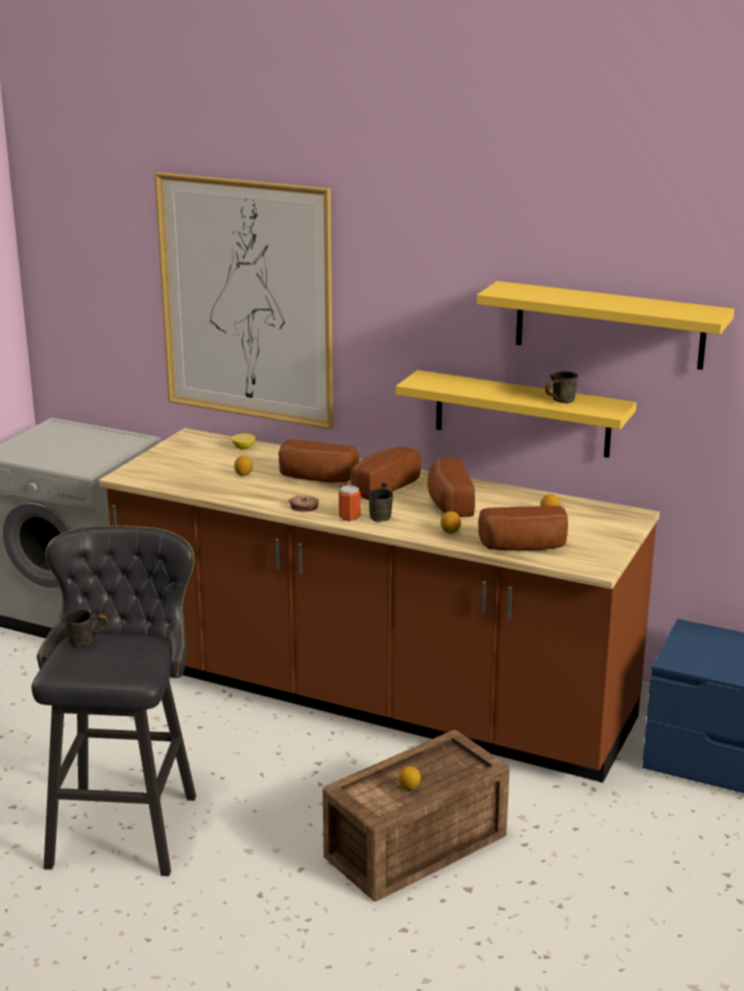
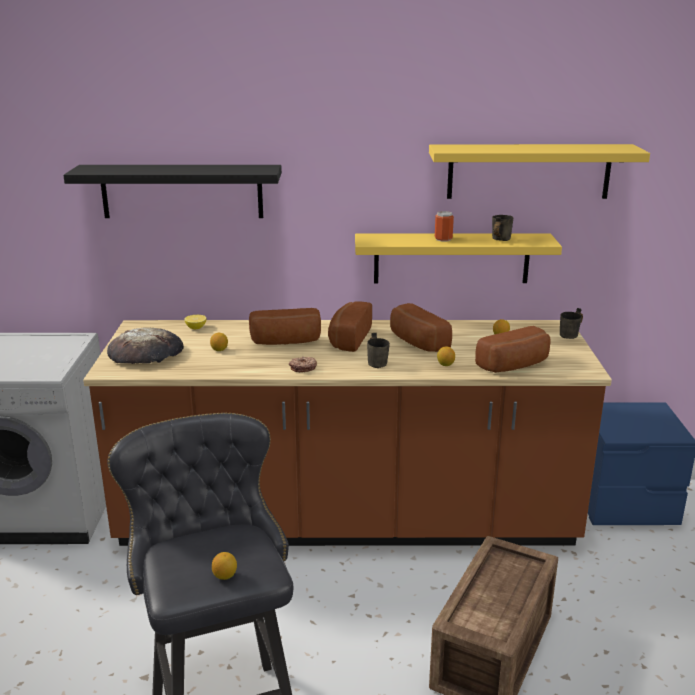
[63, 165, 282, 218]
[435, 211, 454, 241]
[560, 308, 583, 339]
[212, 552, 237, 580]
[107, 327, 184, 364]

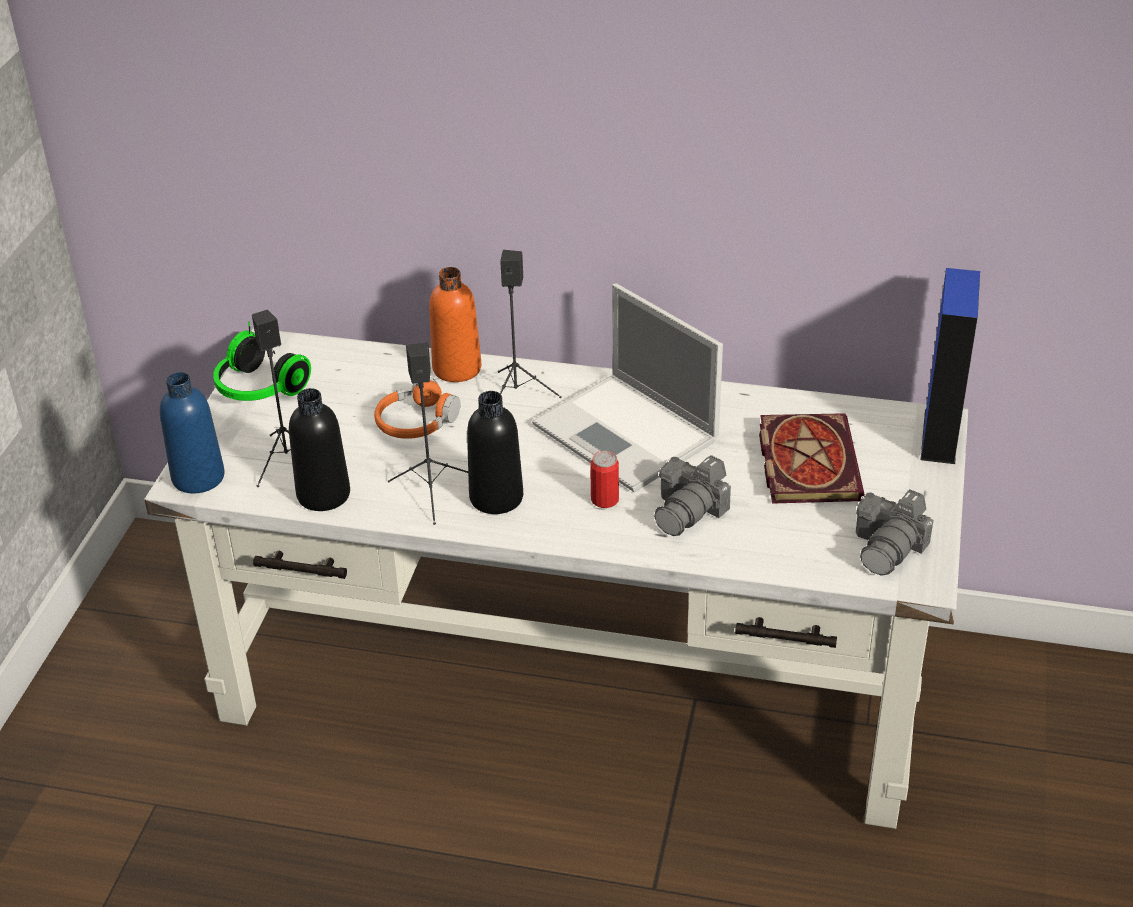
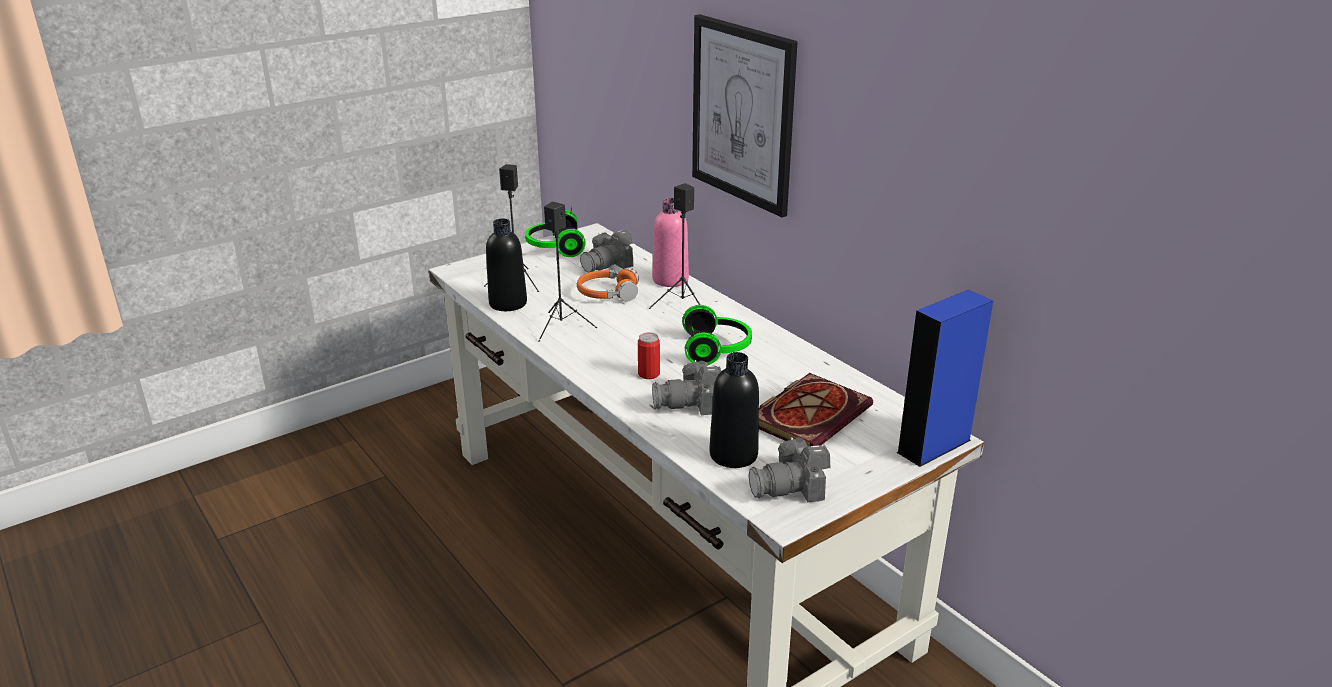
[652, 198, 689, 287]
[682, 305, 752, 365]
[160, 372, 225, 493] (first image)
[709, 352, 759, 468]
[692, 14, 797, 217]
[580, 230, 633, 272]

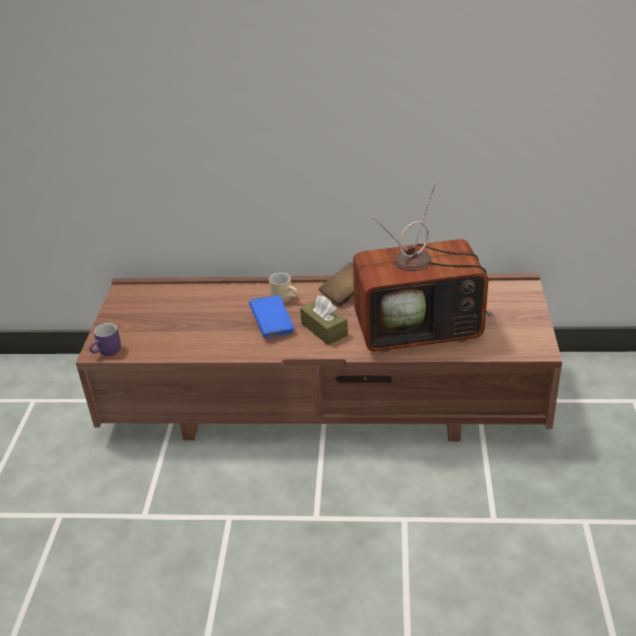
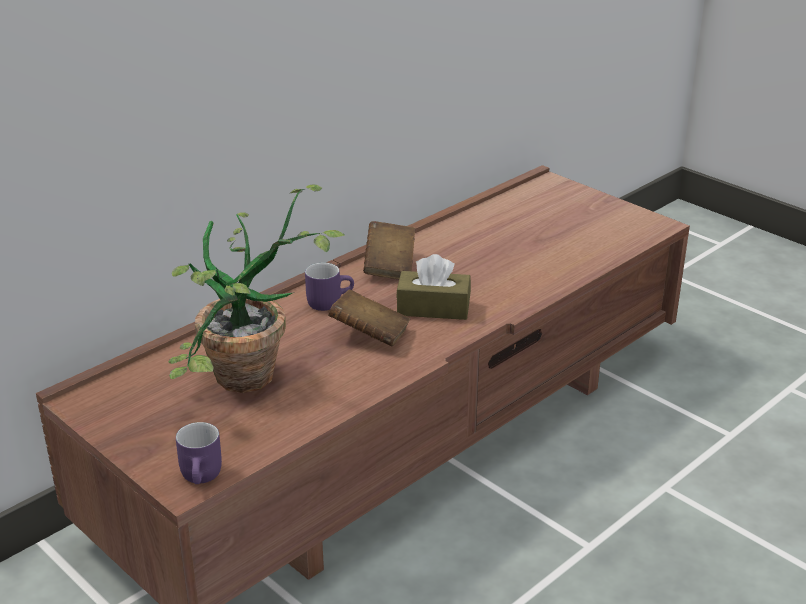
[353, 182, 494, 353] (first image)
[305, 263, 354, 311]
[328, 289, 411, 347]
[169, 184, 346, 393]

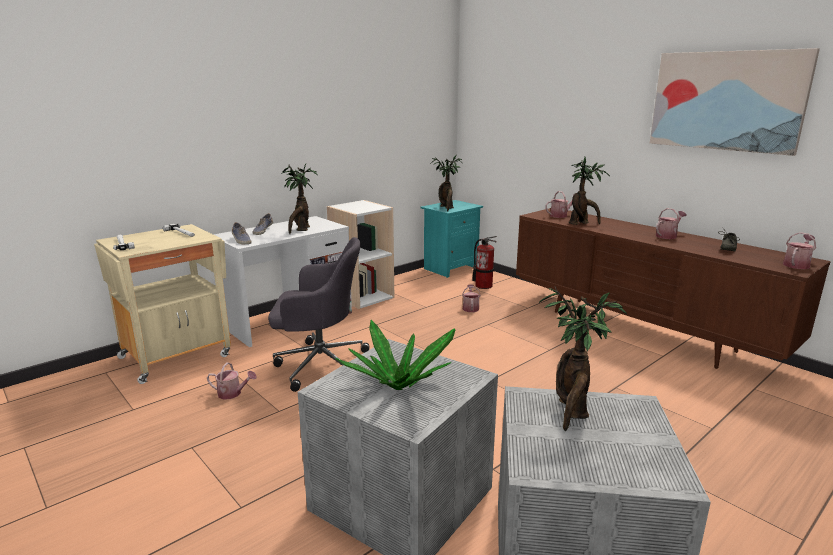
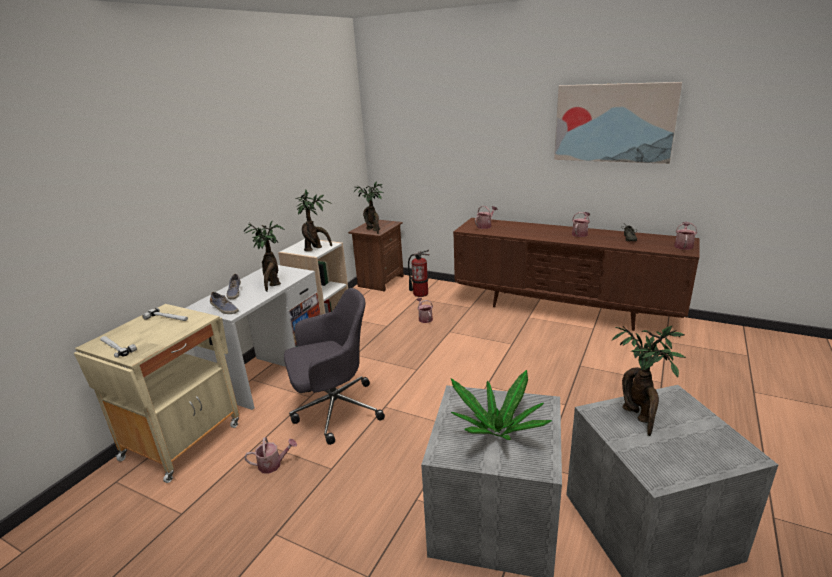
[296, 190, 332, 251]
[348, 220, 404, 292]

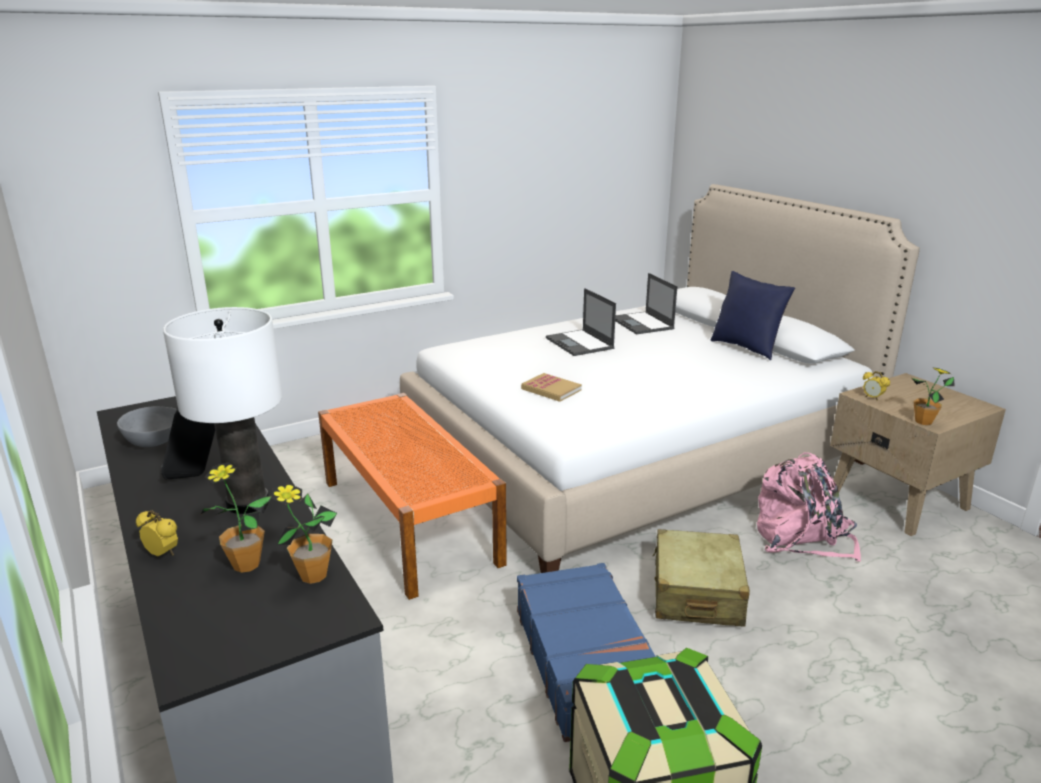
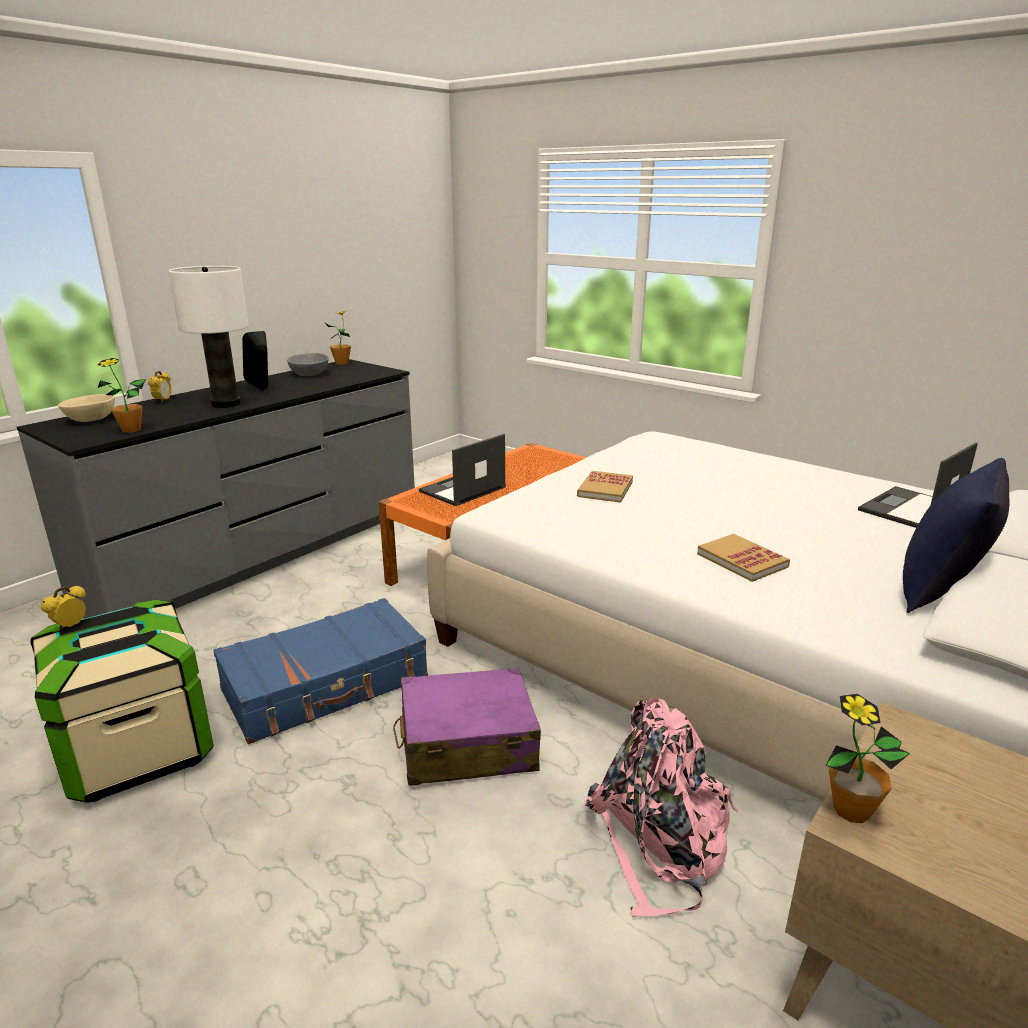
[418, 434, 506, 506]
[41, 585, 86, 630]
[324, 311, 351, 365]
[393, 668, 541, 786]
[58, 394, 115, 422]
[697, 534, 790, 582]

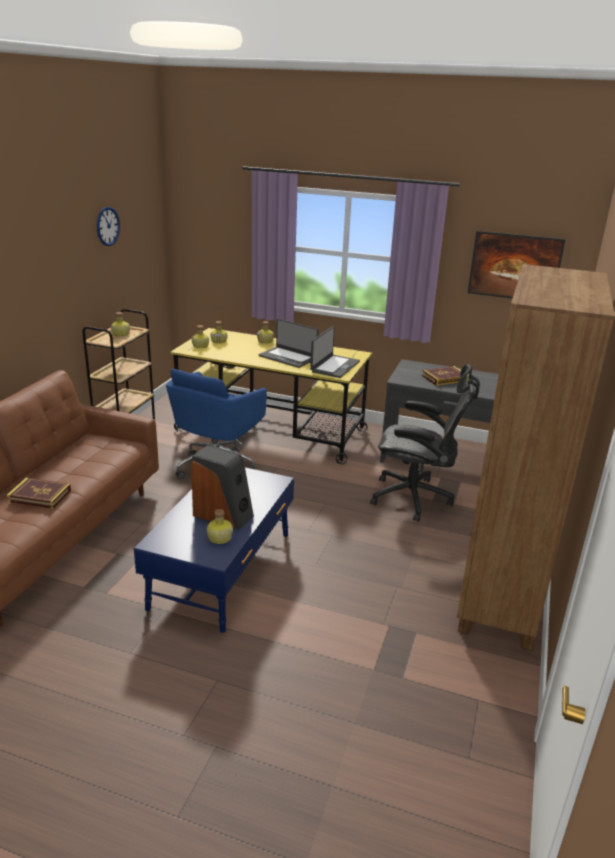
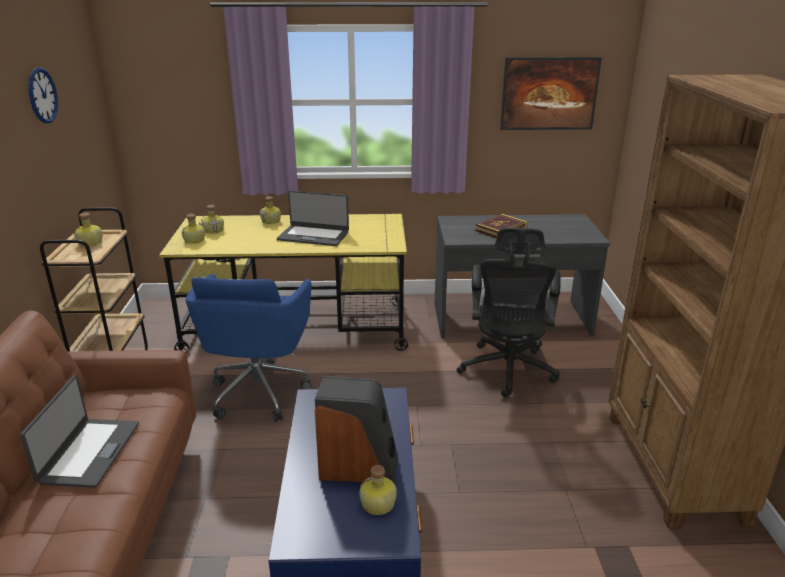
[20, 375, 139, 488]
[456, 227, 561, 397]
[6, 478, 71, 509] (first image)

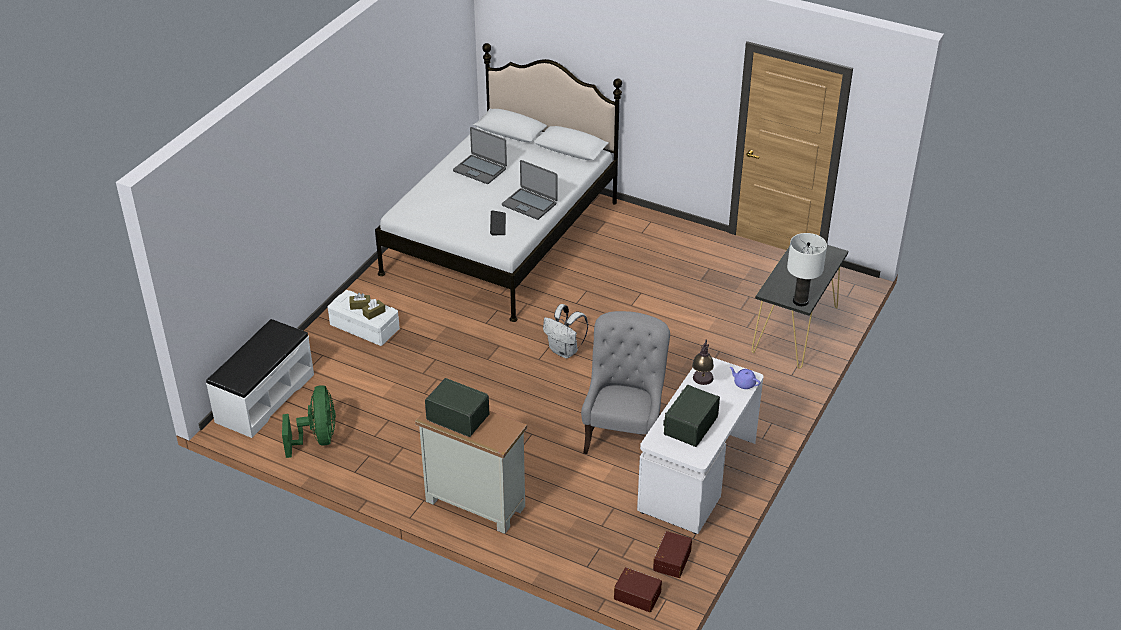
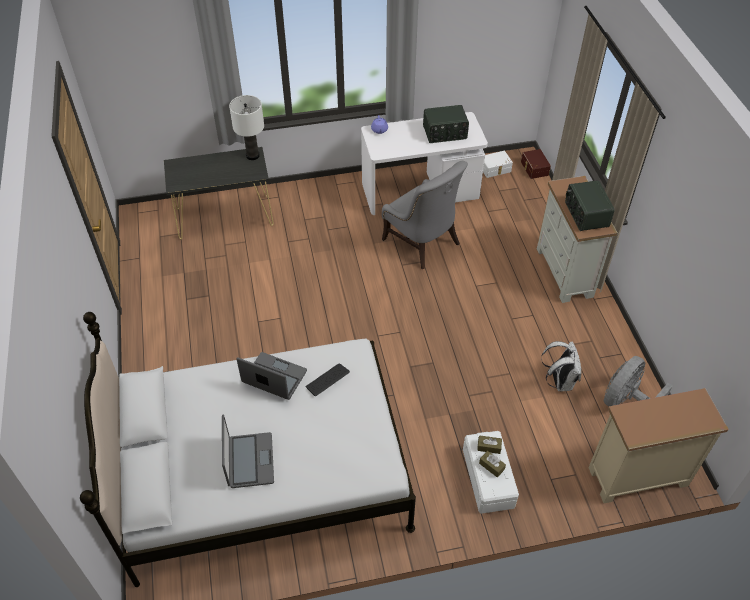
[237, 352, 307, 400]
[541, 341, 581, 391]
[382, 161, 468, 269]
[589, 388, 729, 503]
[692, 339, 714, 385] (first image)
[604, 356, 673, 407]
[483, 151, 513, 178]

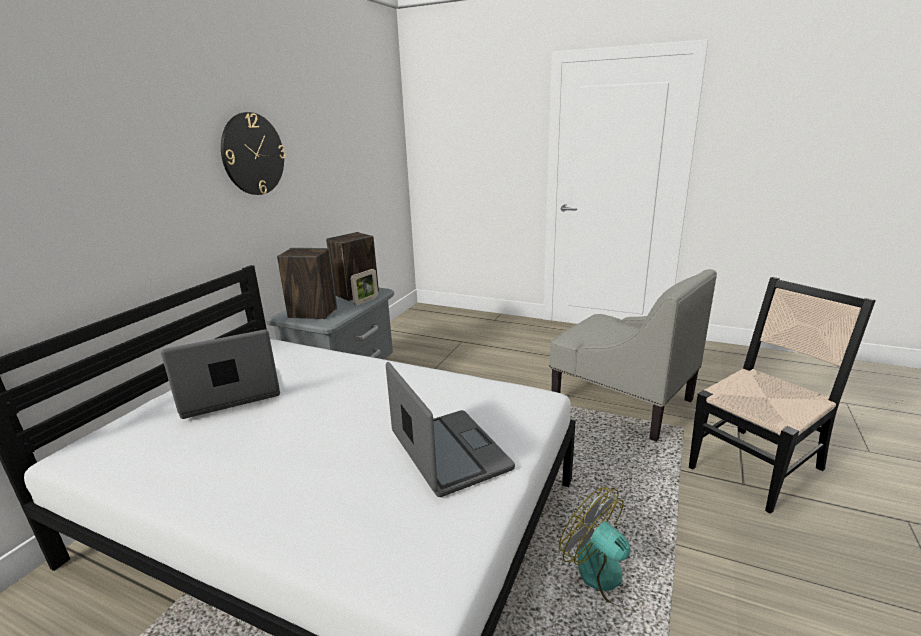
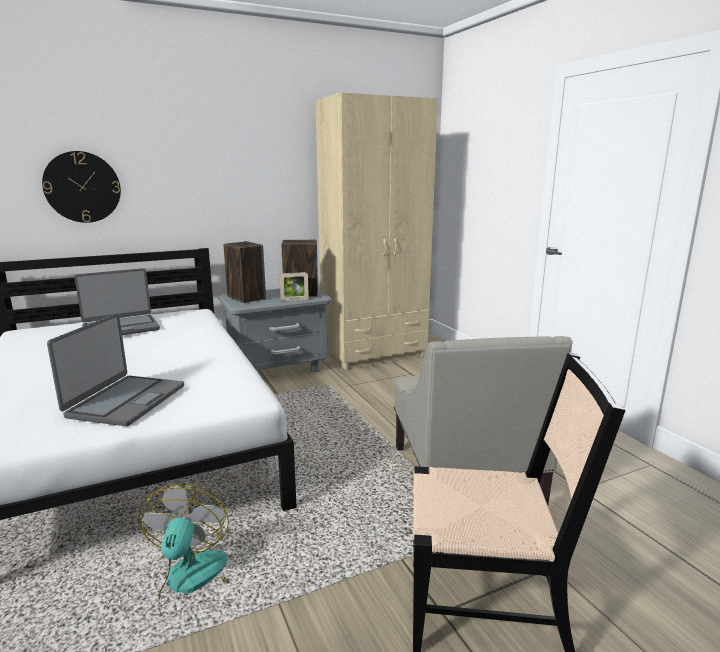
[42, 151, 121, 223]
[74, 268, 160, 335]
[315, 92, 438, 370]

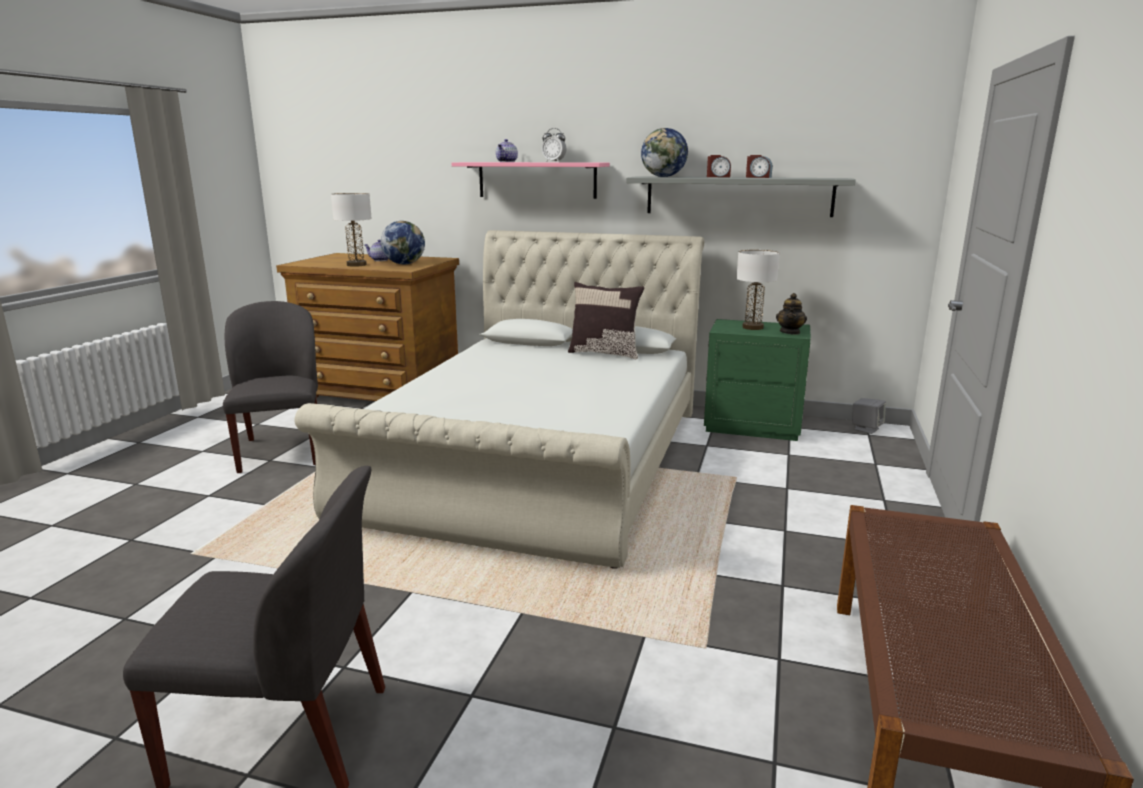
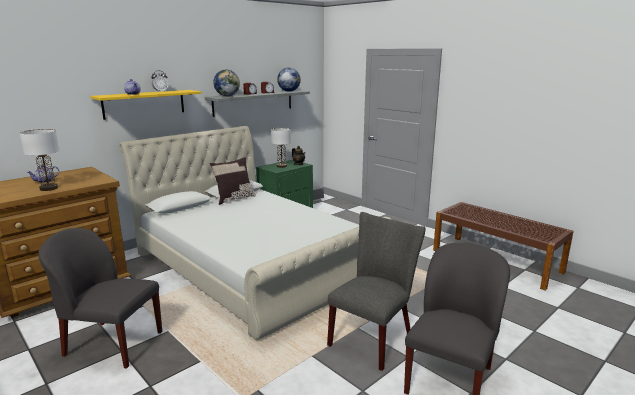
[90, 90, 202, 120]
[277, 68, 301, 92]
[327, 212, 425, 371]

